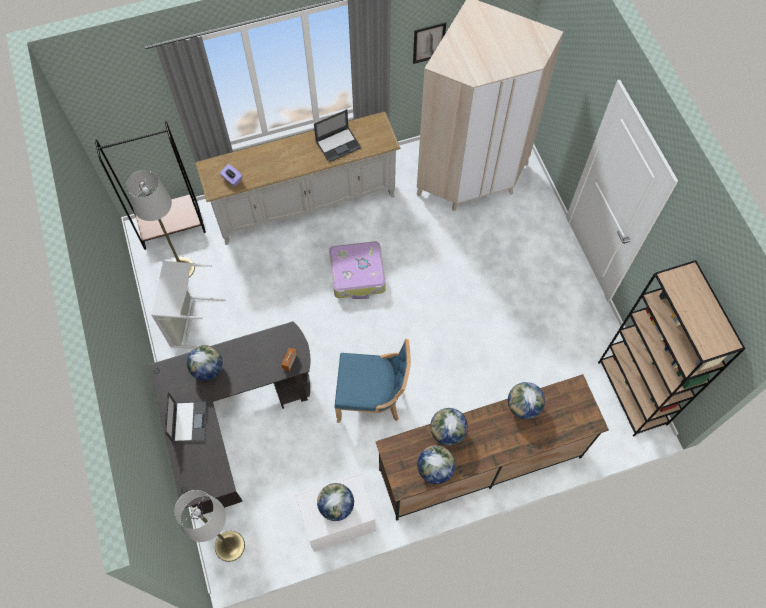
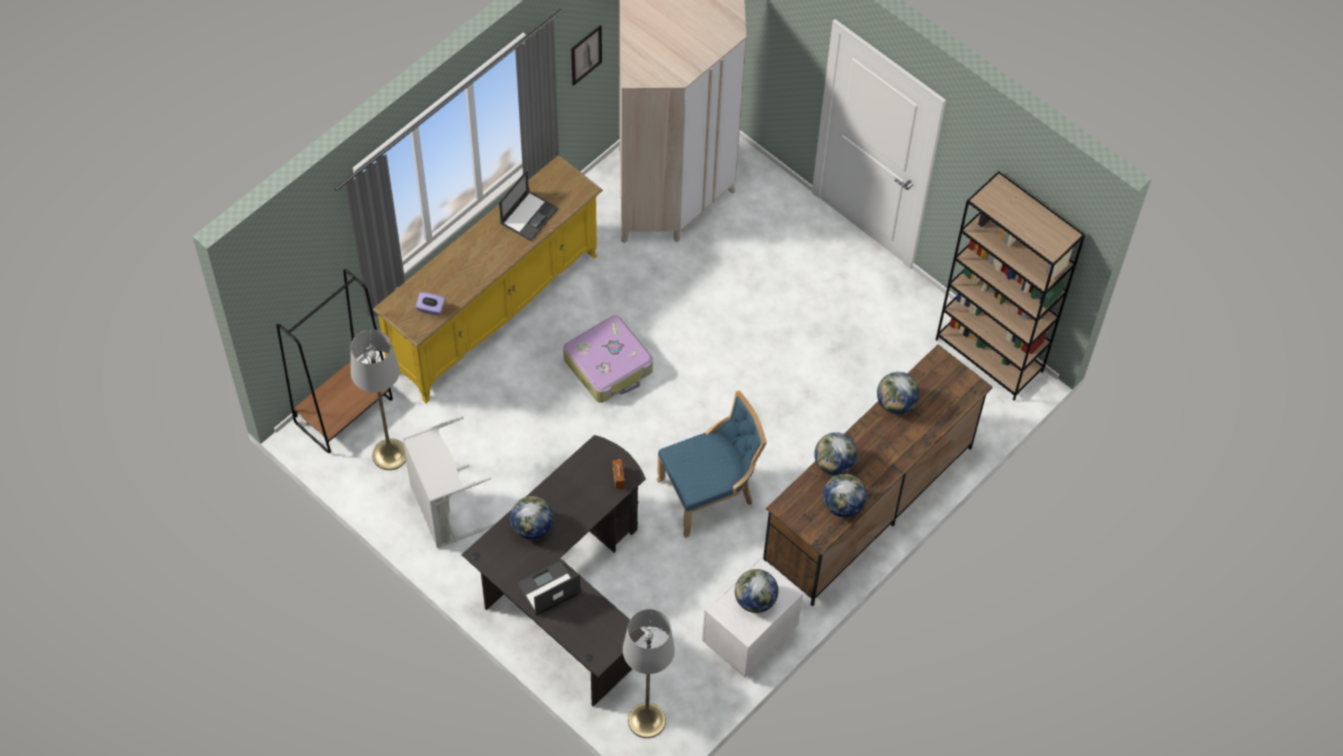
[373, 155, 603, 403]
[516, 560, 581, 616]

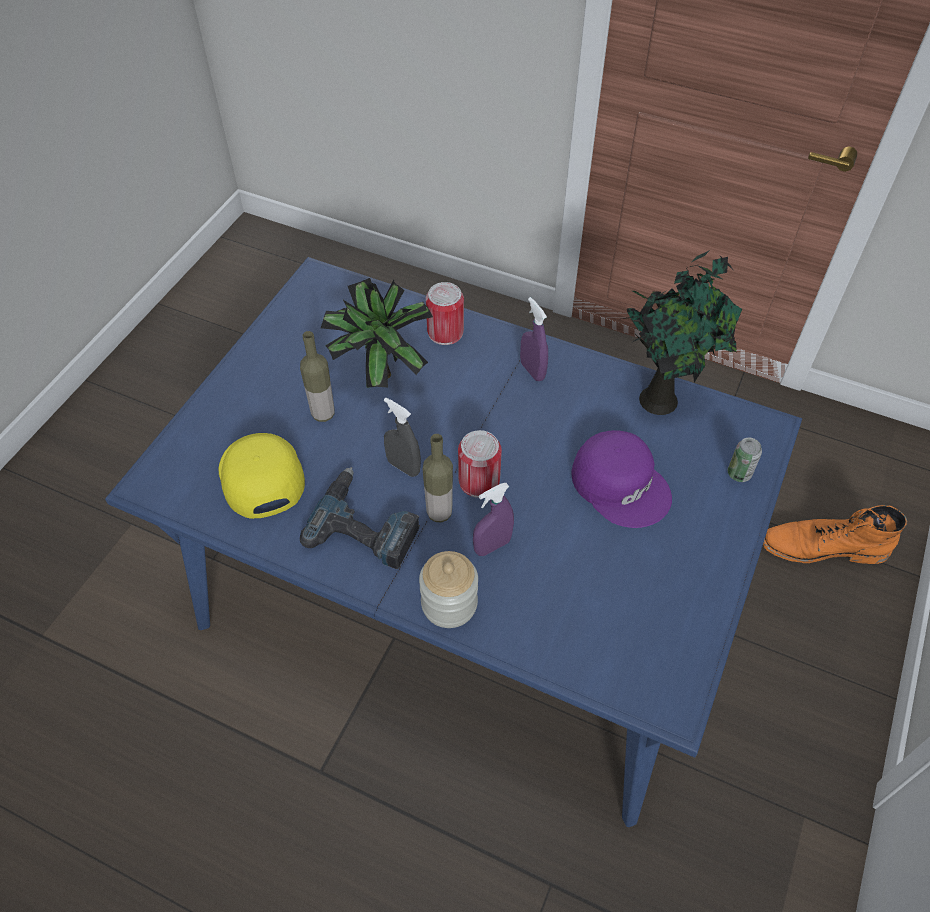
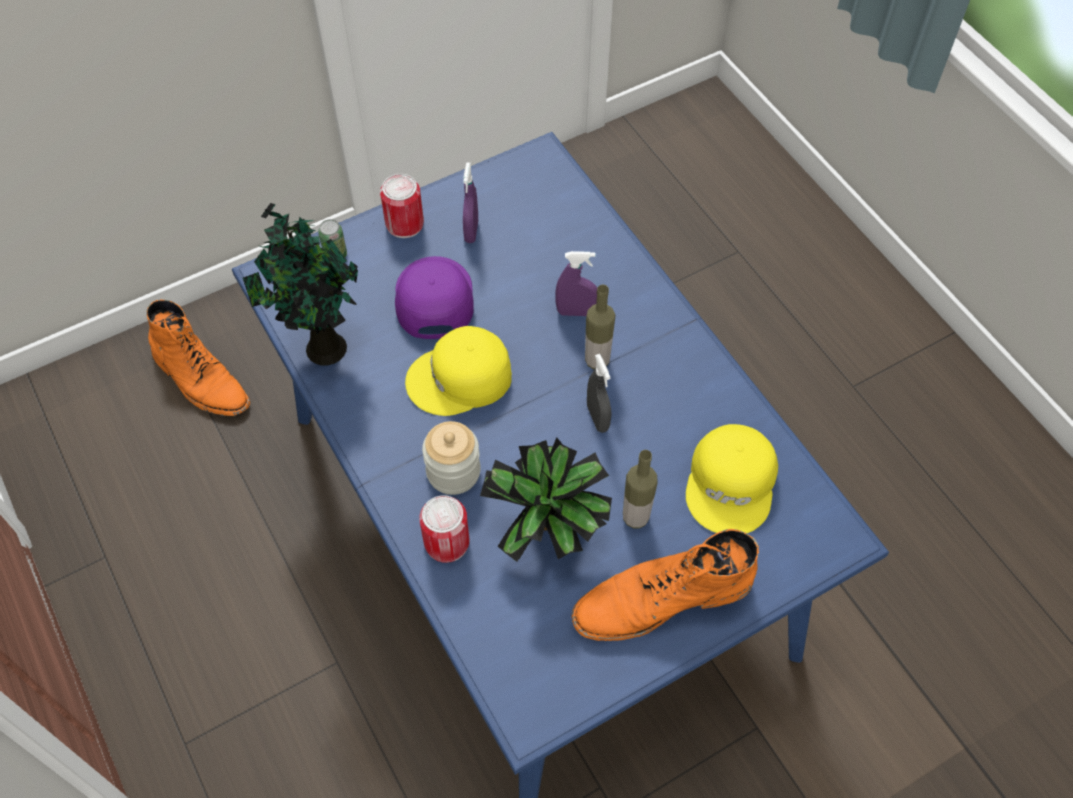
[463, 163, 478, 243]
[380, 174, 424, 238]
[300, 467, 420, 569] (first image)
[422, 421, 481, 495]
[405, 326, 512, 416]
[572, 529, 759, 641]

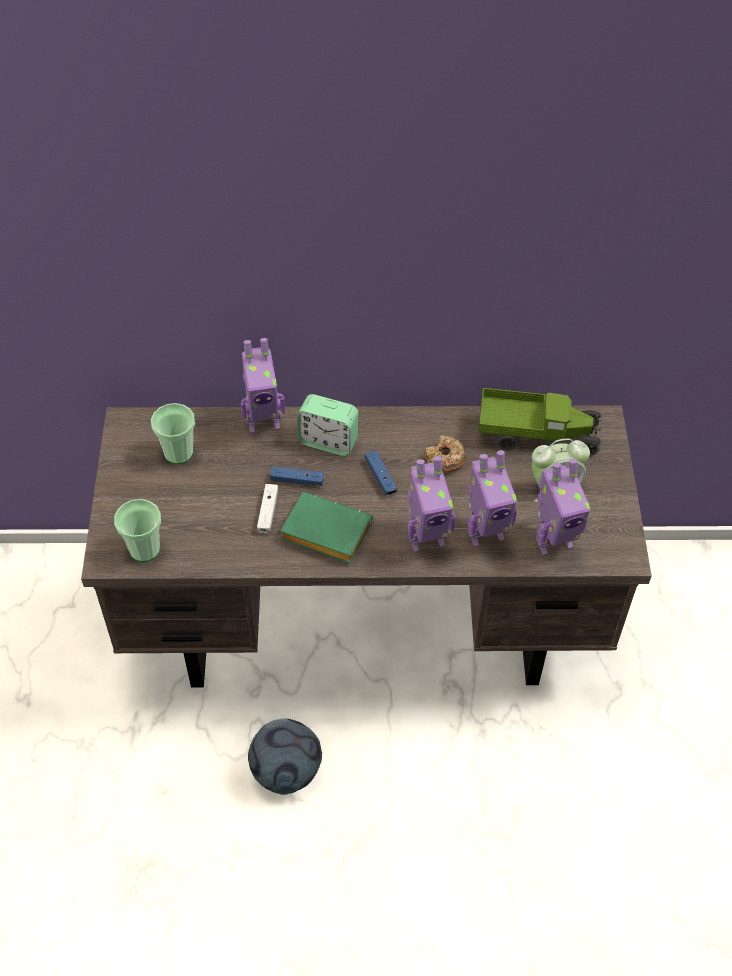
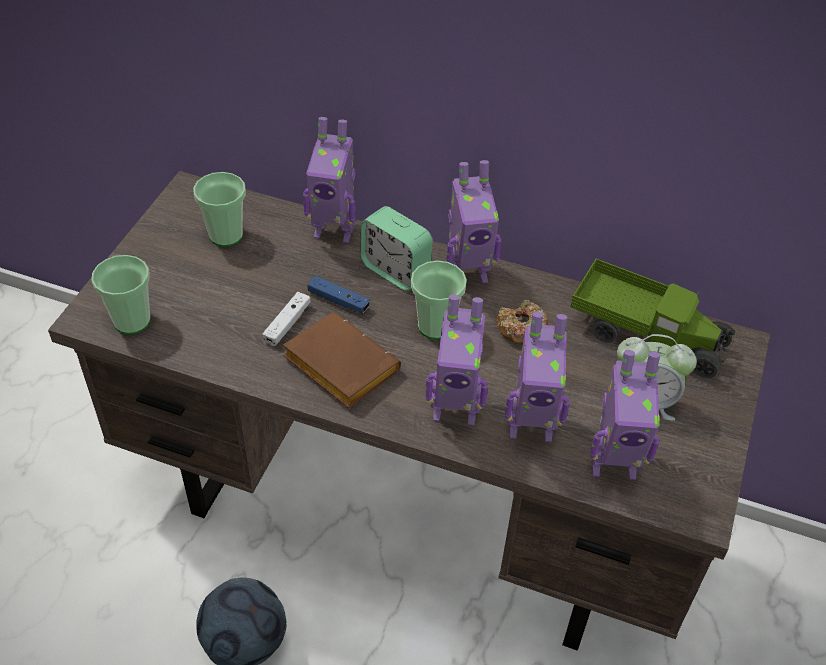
[411, 260, 467, 339]
[283, 312, 401, 408]
[446, 160, 501, 283]

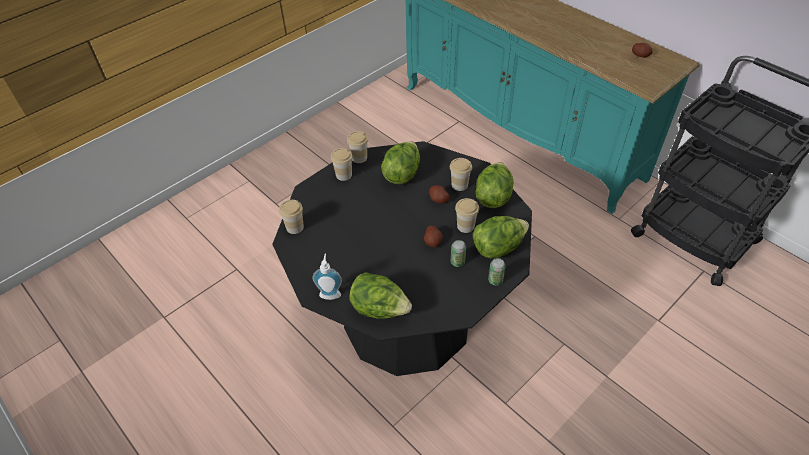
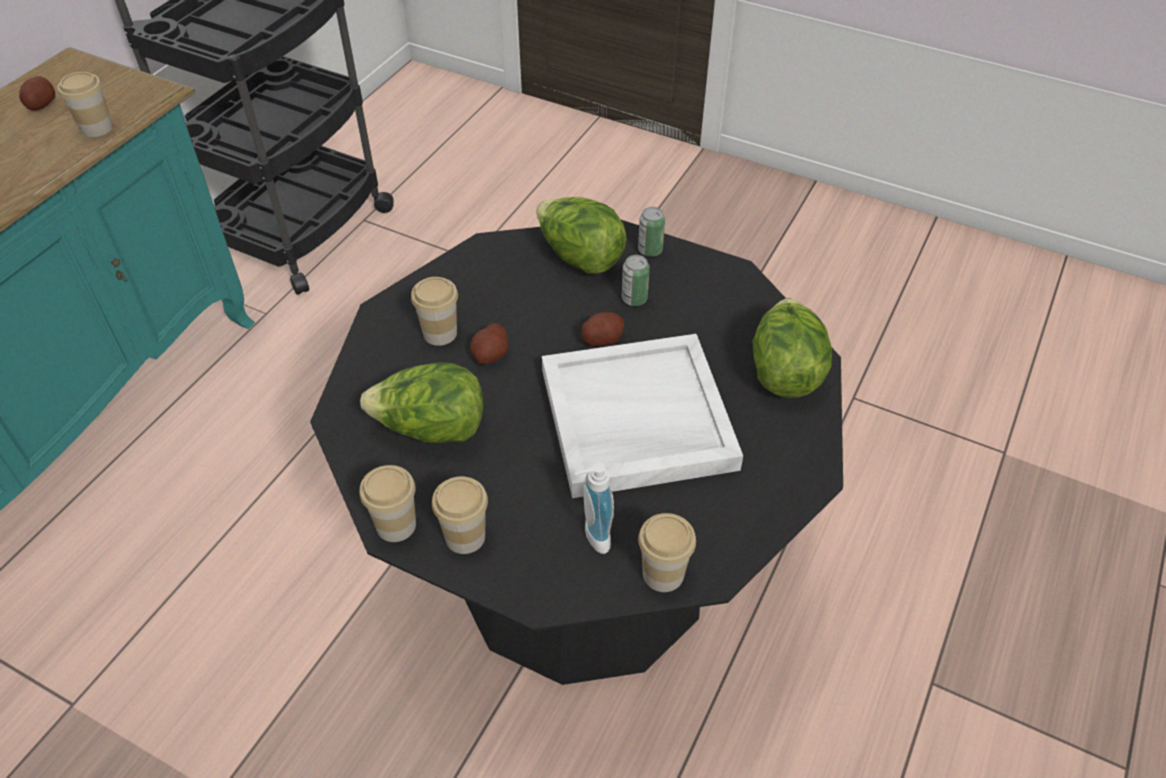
[476, 162, 513, 208] (first image)
[57, 72, 113, 137]
[574, 463, 614, 554]
[542, 334, 743, 498]

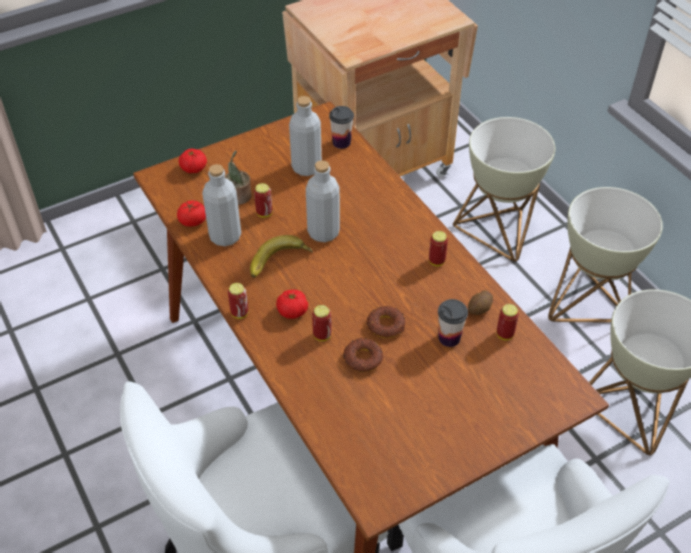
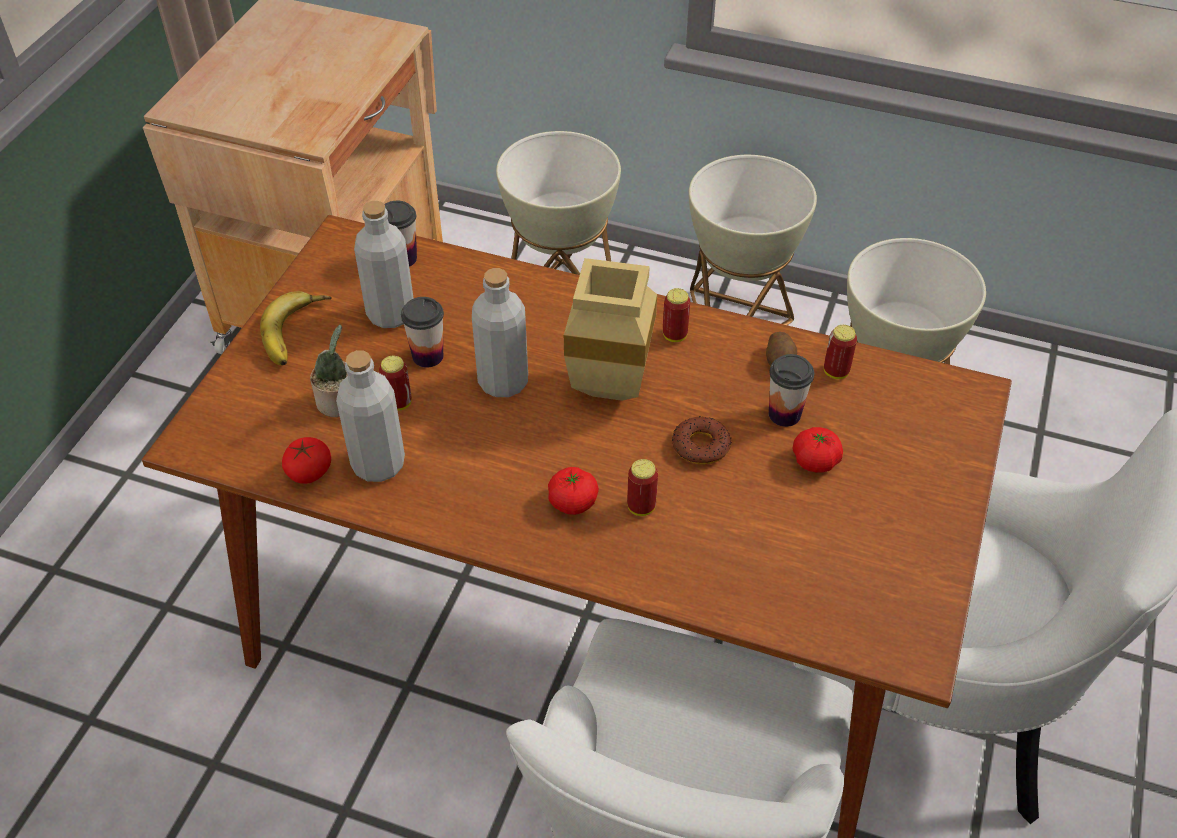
[792, 427, 843, 473]
[260, 291, 332, 365]
[228, 283, 248, 319] (first image)
[343, 338, 383, 372] (first image)
[564, 258, 657, 401]
[401, 297, 444, 368]

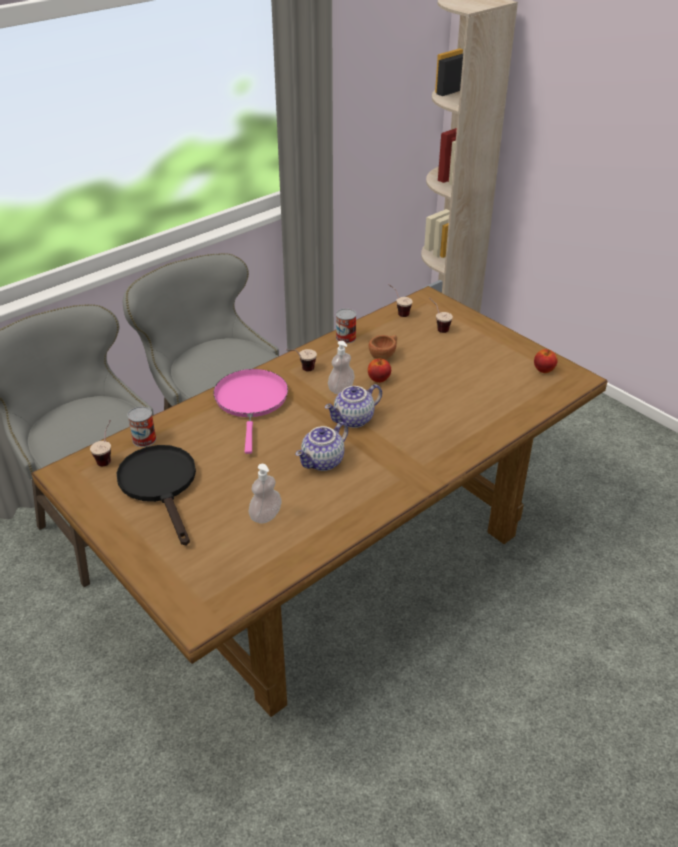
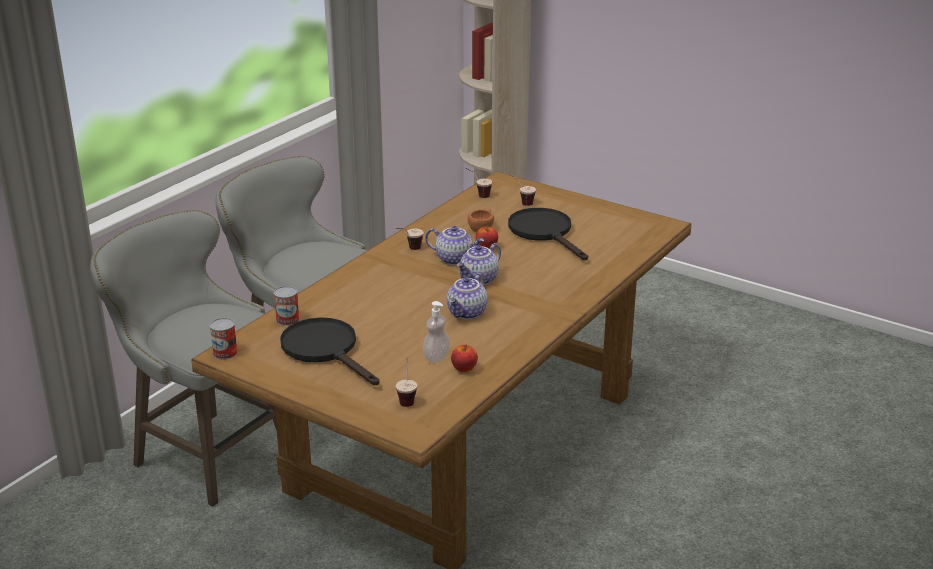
[210, 318, 238, 360]
[425, 226, 484, 265]
[451, 344, 478, 372]
[213, 369, 288, 454] (first image)
[396, 357, 417, 407]
[508, 208, 588, 260]

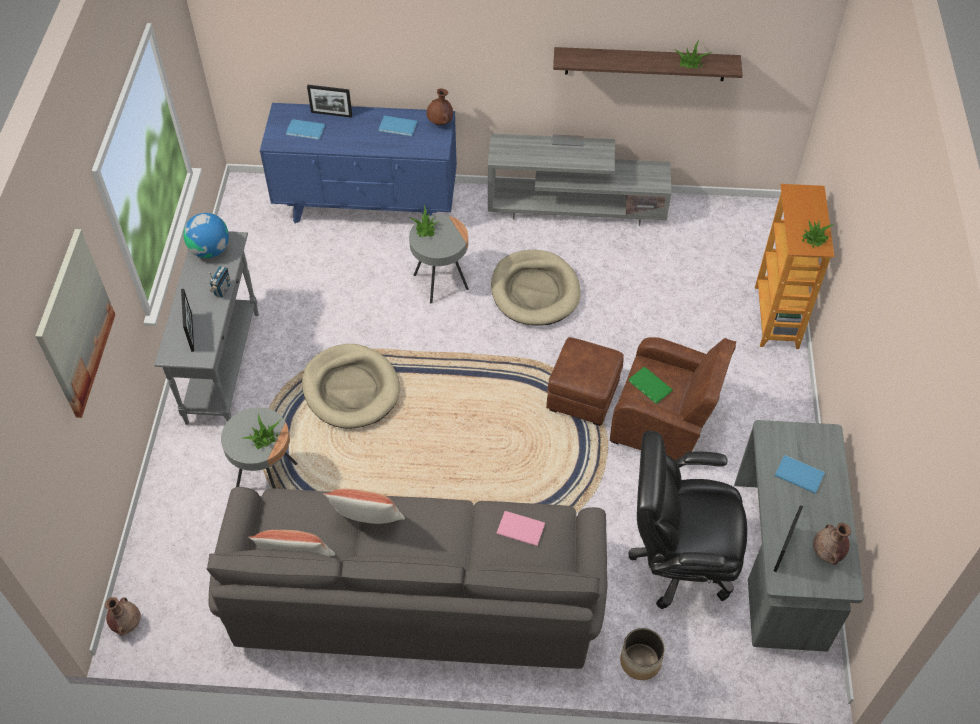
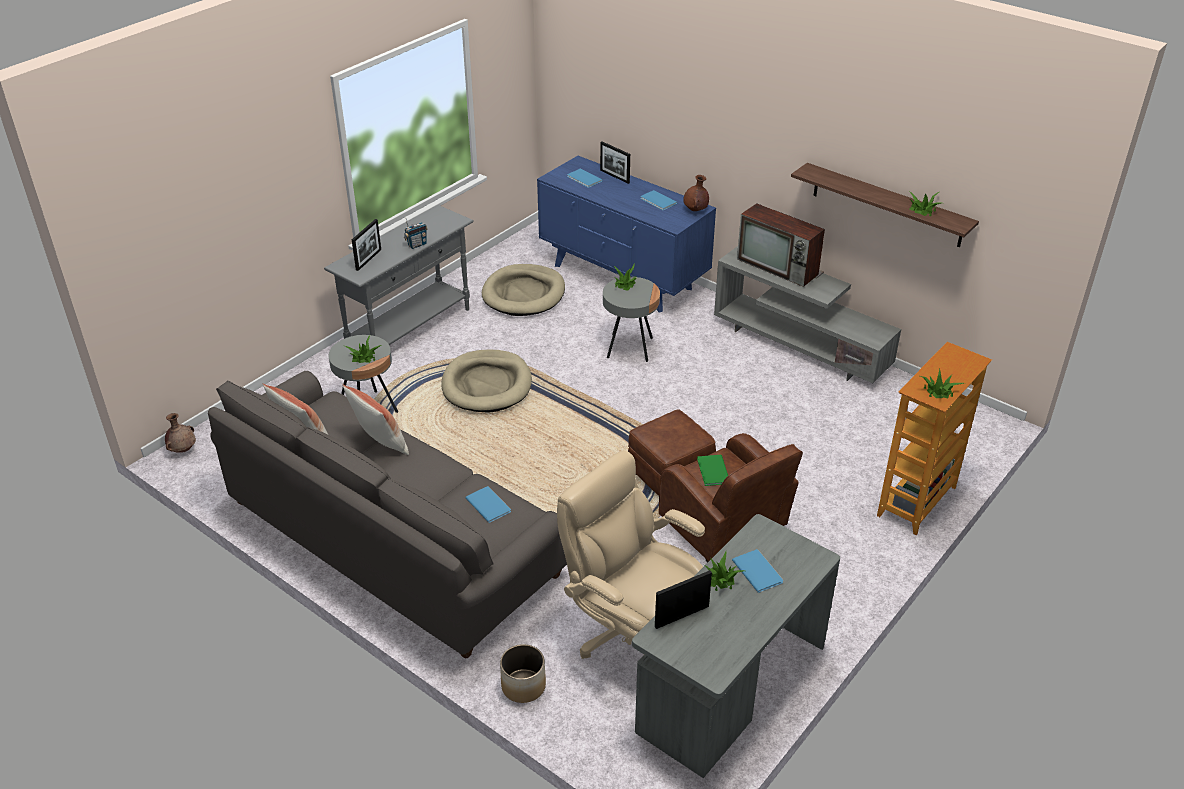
[183, 213, 229, 258] (first image)
[35, 229, 115, 418] (first image)
[482, 264, 565, 316]
[557, 450, 705, 659]
[465, 486, 511, 523]
[813, 523, 851, 565] (first image)
[737, 203, 825, 287]
[704, 551, 745, 591]

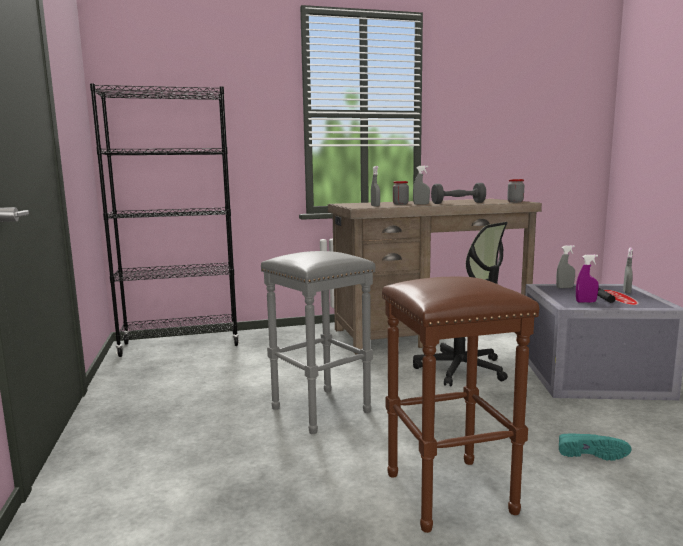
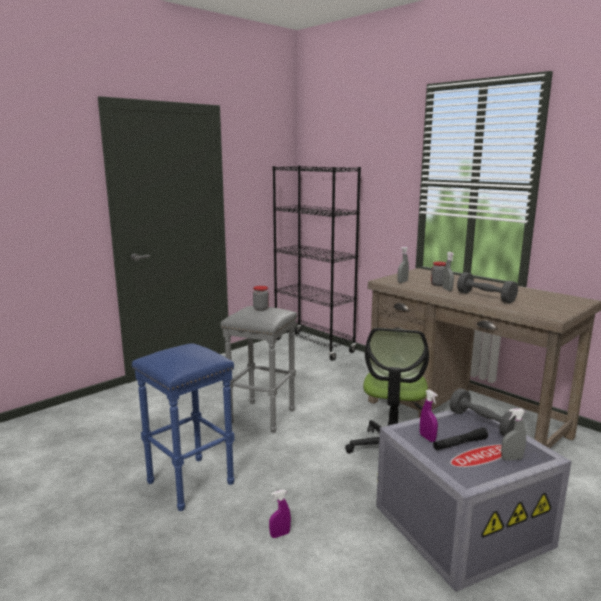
[253, 286, 269, 311]
[449, 388, 516, 436]
[132, 343, 235, 511]
[269, 490, 291, 538]

